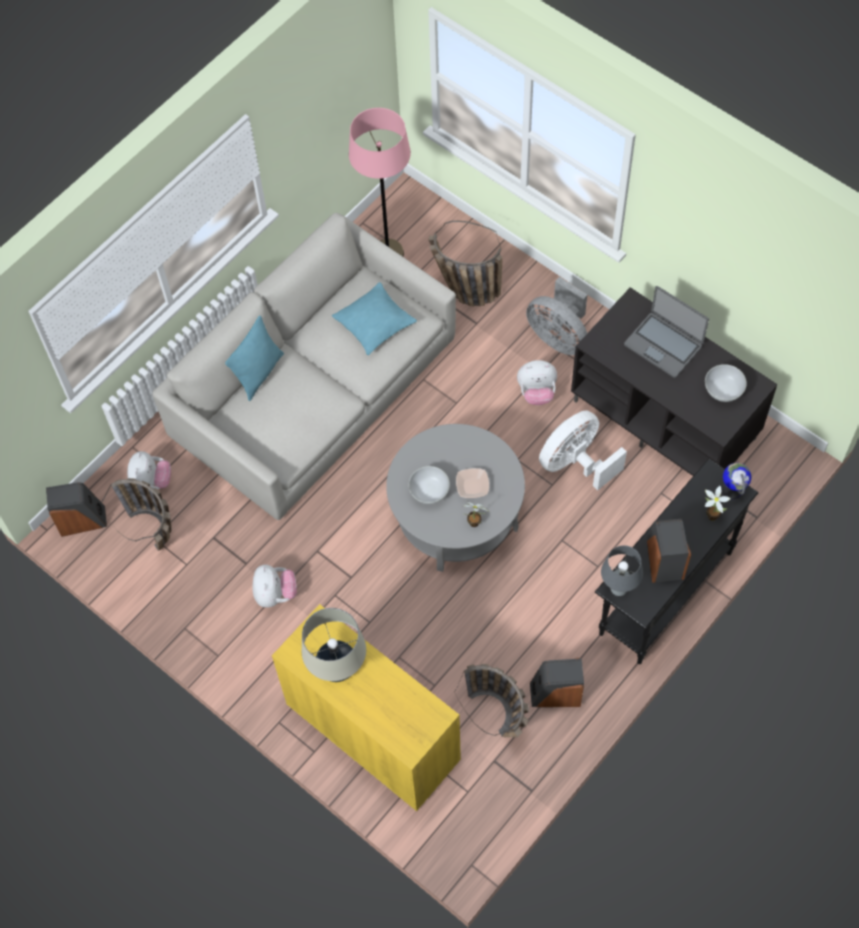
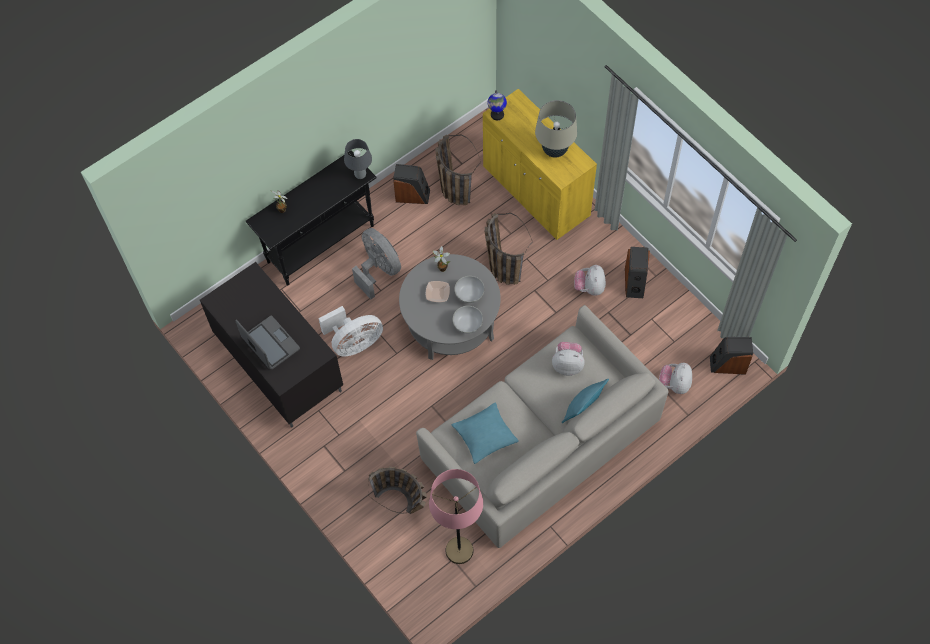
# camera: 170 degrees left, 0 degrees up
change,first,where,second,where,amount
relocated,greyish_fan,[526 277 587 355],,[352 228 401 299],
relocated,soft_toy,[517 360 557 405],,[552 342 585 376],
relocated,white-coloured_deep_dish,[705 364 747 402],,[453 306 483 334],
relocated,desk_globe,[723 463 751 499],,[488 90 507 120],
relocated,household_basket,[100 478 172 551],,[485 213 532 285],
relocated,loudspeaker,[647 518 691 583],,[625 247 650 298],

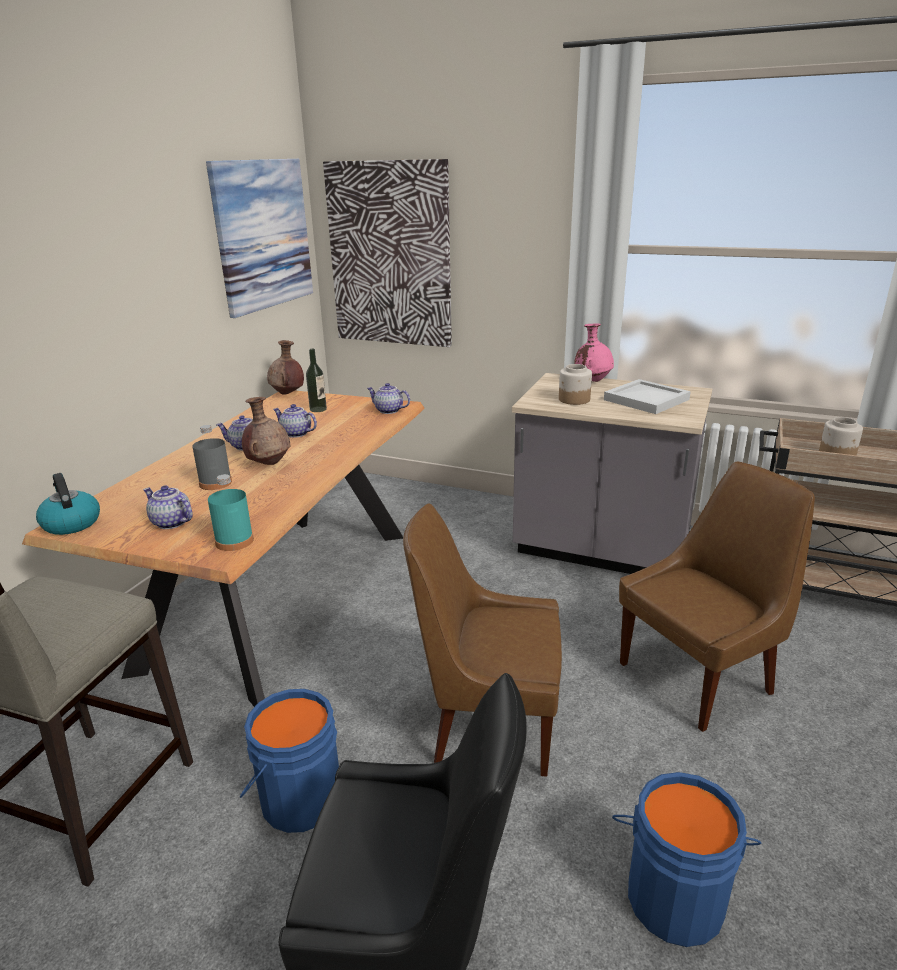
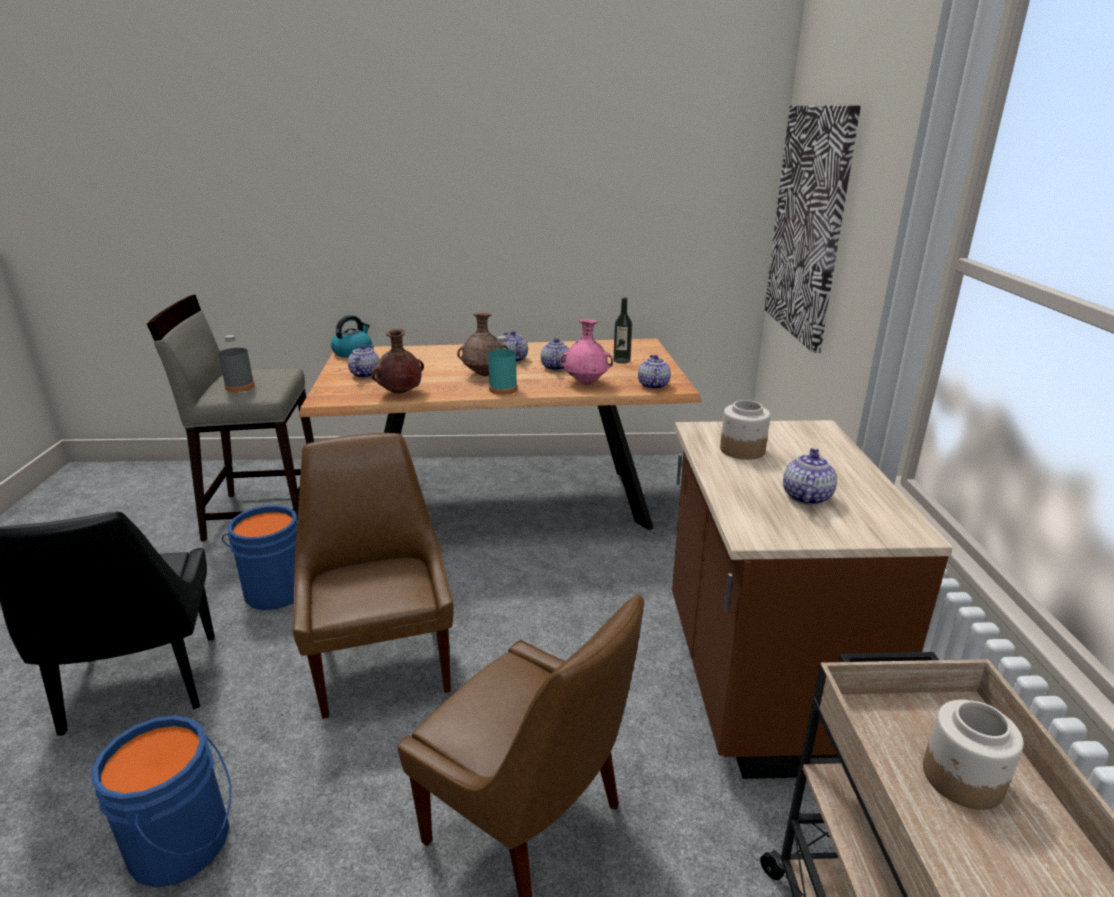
# camera: 65 degrees right, 0 degrees up
change,first,where,second,where,amount
missing,wall_art,[206 159 313 318],,,
relocated,pink_flower_vase,[574 324 614 382],,[560 319 613 385],
relocated,brown-coloured_flower_vase,[267 340 304 395],,[372 329 424 394],
colour,greyish_counter,[512 373 712 574],brown-coloured_counter,[672 420 953 779],
exchanged,white-coloured_tray,[604 379 691 414],pot_for_tea,[783 448 837 505],
relocated,greyish_bottle,[192 425 232 490],,[218 335 255 392],
relocated,blue-green_bottle,[208 474 254 551],,[488 336 517 395],

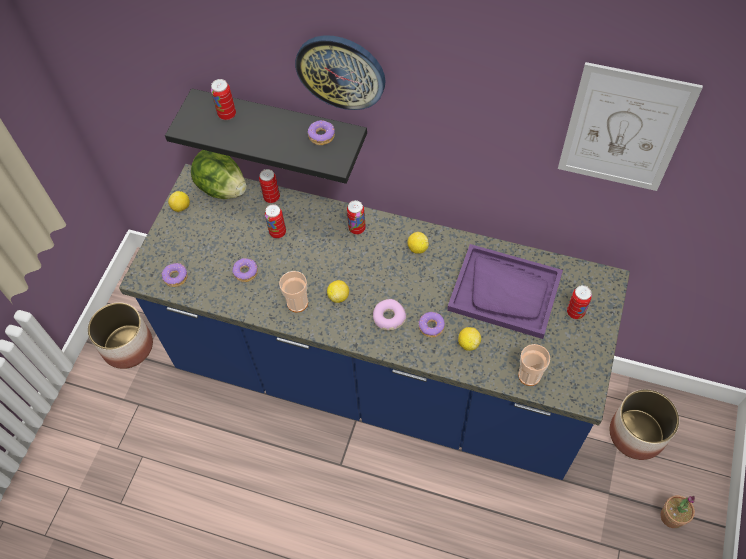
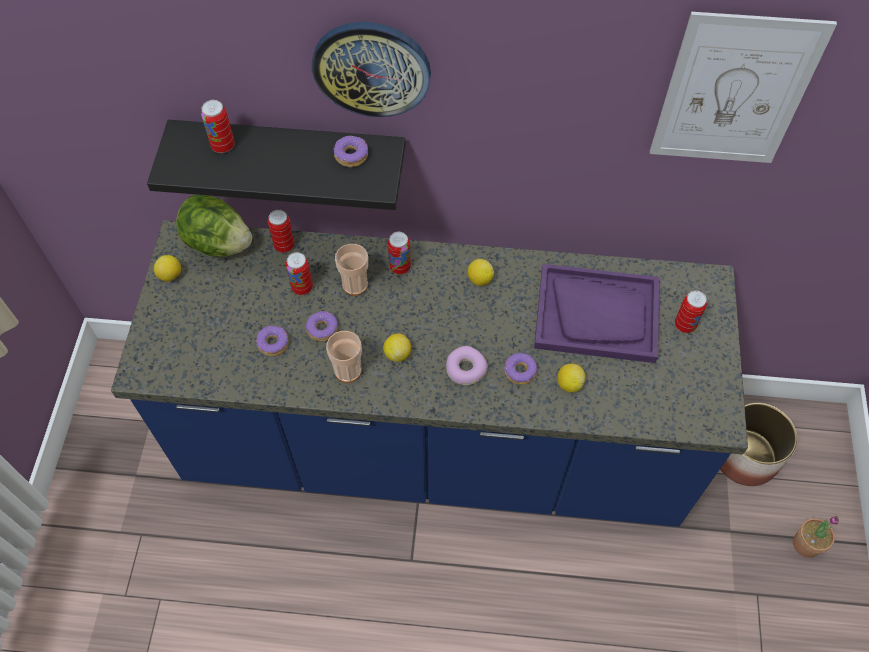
# camera: 15 degrees left, 0 degrees up
change,first,where,second,where,amount
relocated,donut,[162 263 188 287],,[305 311 338 341],
missing,flower_pot,[88 302 153 369],,,
relocated,small_cup,[518 344 550 386],,[335 244 368 295],

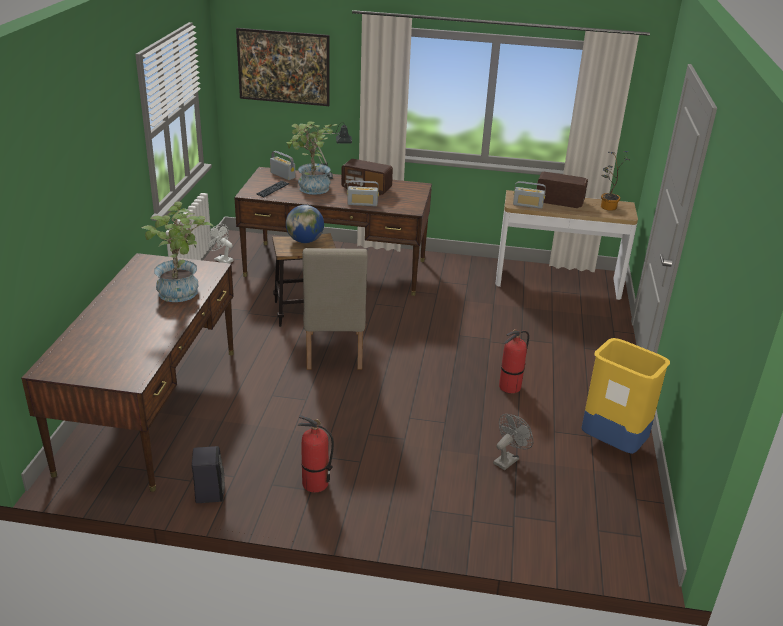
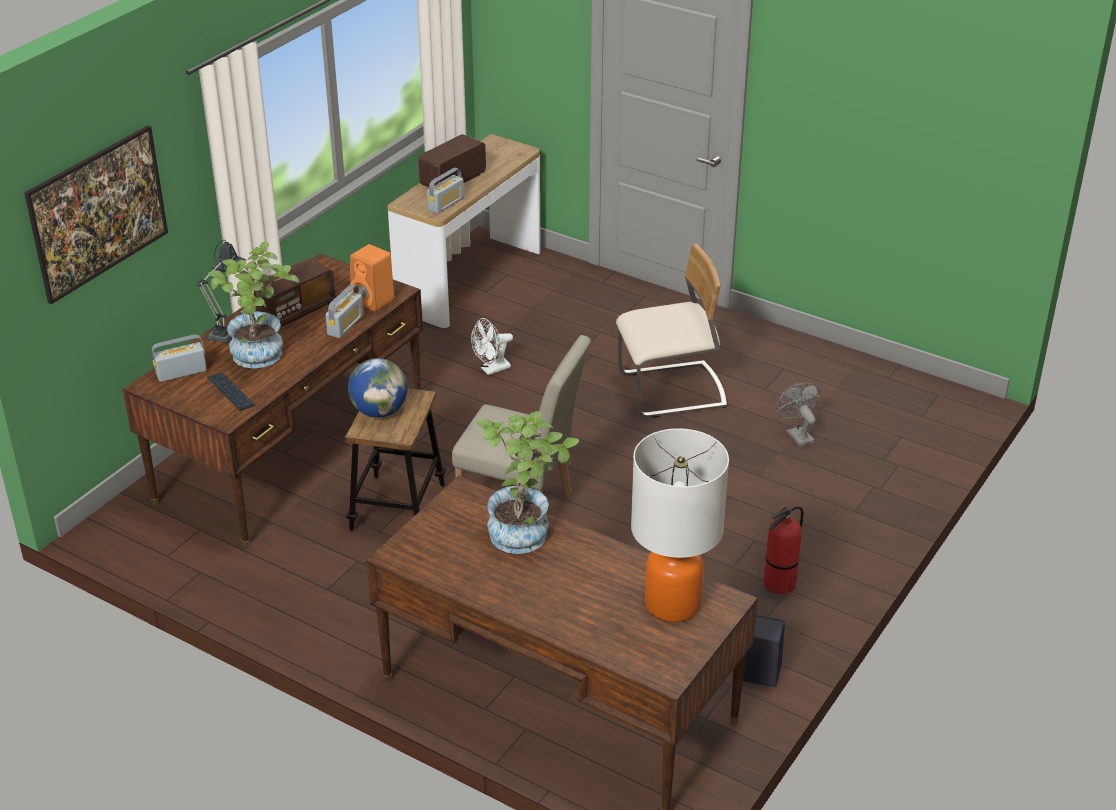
# camera: 65 degrees left, 5 degrees up
change,first,where,second,where,amount
missing,potted_plant,[601 151 631 211],,,
relocated,white-coloured_fan,[207 224 233 263],,[471 318 513 375],
exchanged,fire-fighting_cylinder,[499 329 529 394],sand-coloured_upright_chair,[616 244 727 418],
missing,yellow_rubbish_bin,[582 338 670 454],,,
appeared,,,orange_loudspeaker,[350 244 395 312],
appeared,,,tabletop_lamp,[631 428 729 622],

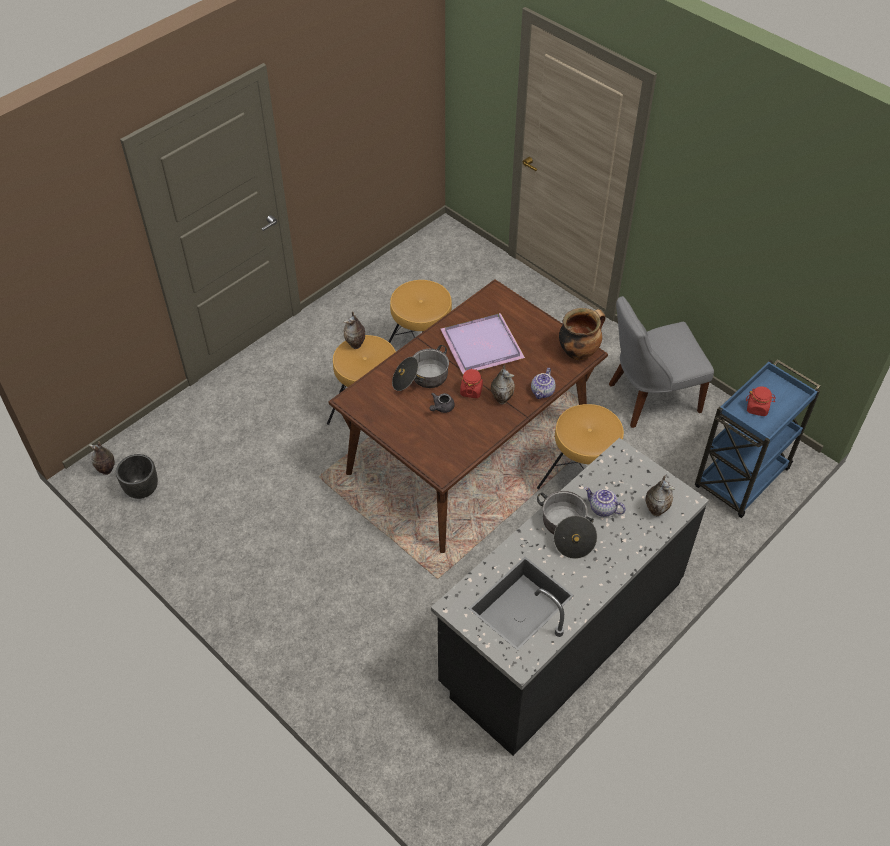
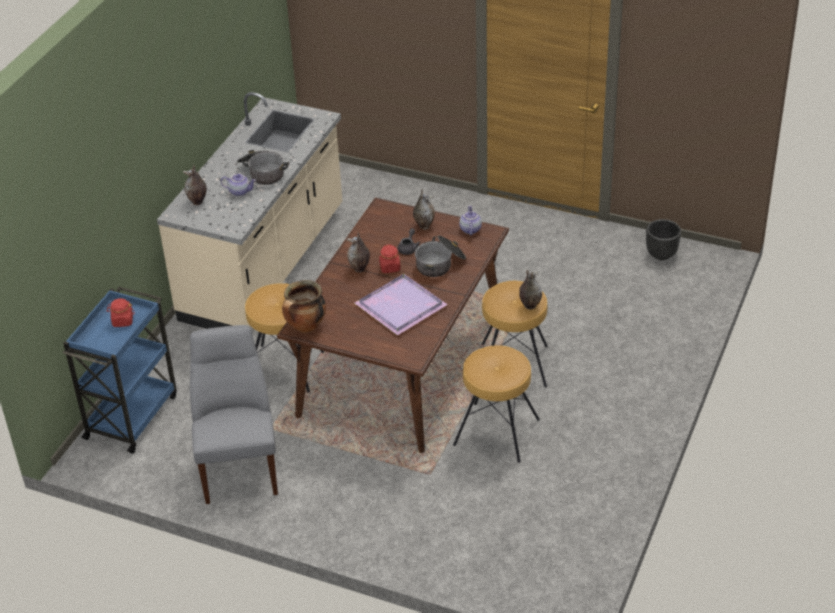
# camera: 160 degrees right, 10 degrees down
change,first,where,second,where,amount
spun,greyish_upright_chair,[609 296 714 428],,[190 325 278 504],60 degrees counterclockwise
relocated,pot_for_tea,[531 368 556 399],,[459 205 482 235],
colour,black_counter,[431 438 709 756],sand-coloured_counter,[157 92 342 329],
relocated,flower_vase,[89 441 115 475],,[413 189 435 229],

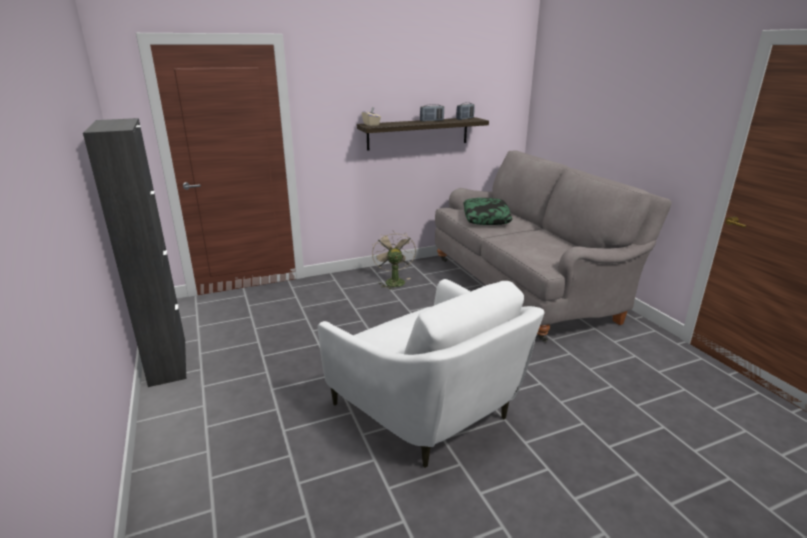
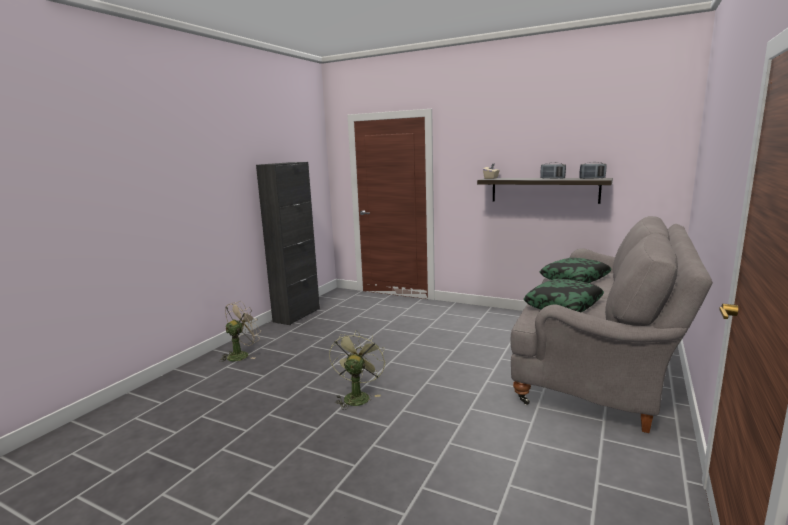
# camera: 50 degrees right, 10 degrees down
change,first,where,second,where,amount
relocated,sand-coloured_fan,[372 230 416 290],,[219 301 261 362],
exchanged,white-coloured_easy_chair,[318 279 545 468],greenish_fan,[329 330 386 410],
appeared,,,pillow,[524 279 604 312],

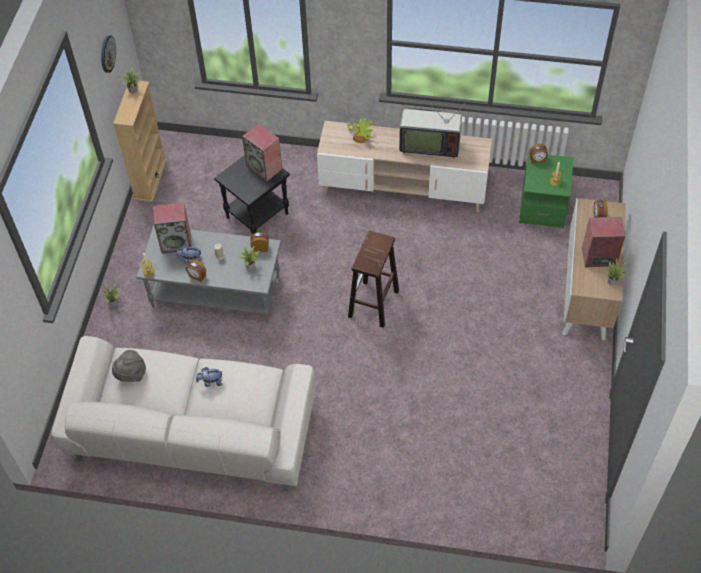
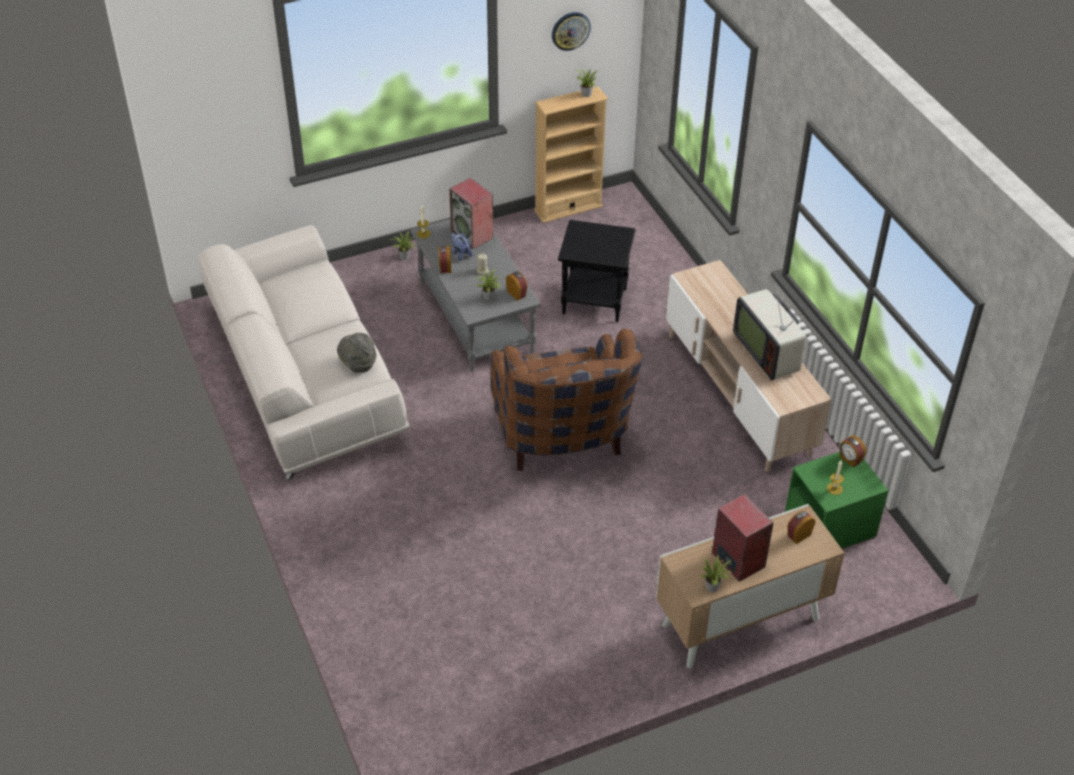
# camera: 55 degrees right, 10 degrees down
change,first,where,second,where,amount
missing,potted_plant,[347 118 374 143],,,
missing,loudspeaker,[242 124 282 182],,,
exchanged,brown-coloured_stool,[348 230 399 328],brown-coloured_easy_chair,[491 329 642 471],
relocated,greyish_hat,[112 350 146 382],,[337 333 376 372],
missing,soft_toy,[196 367 223 387],,,

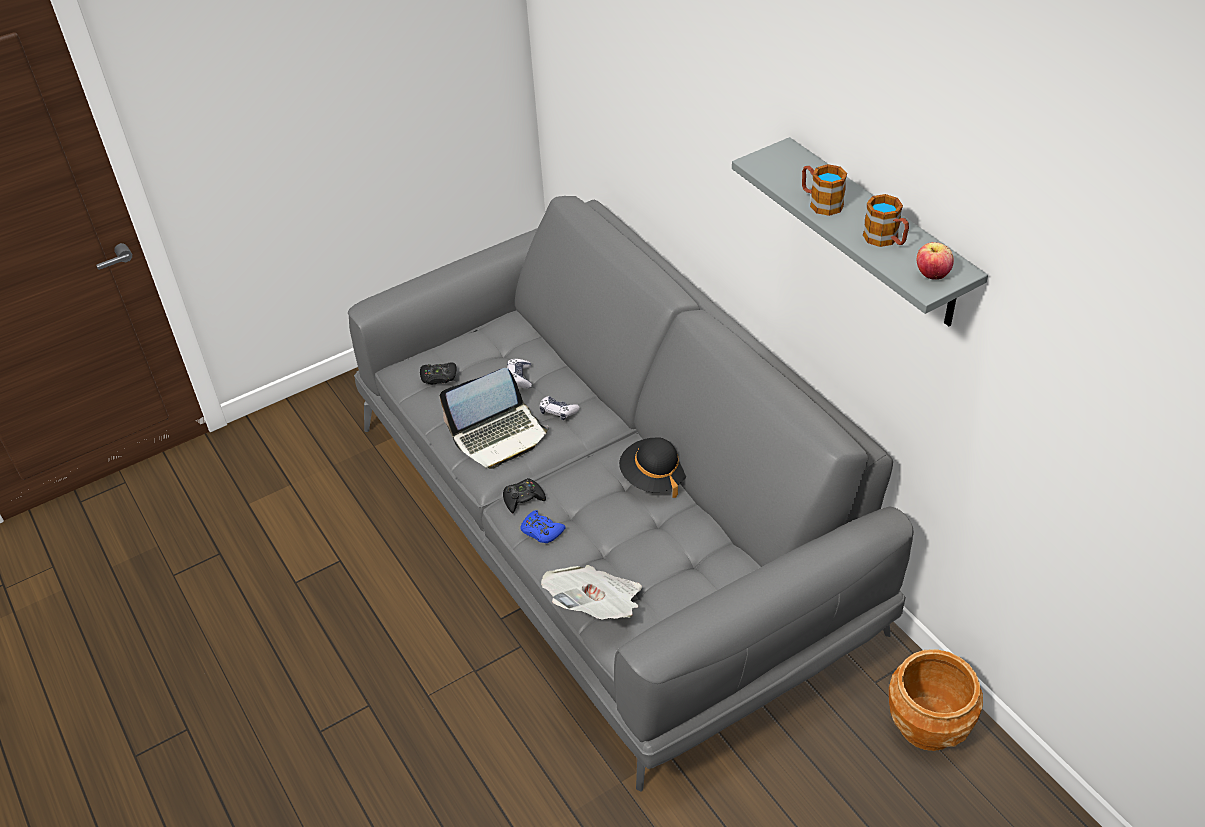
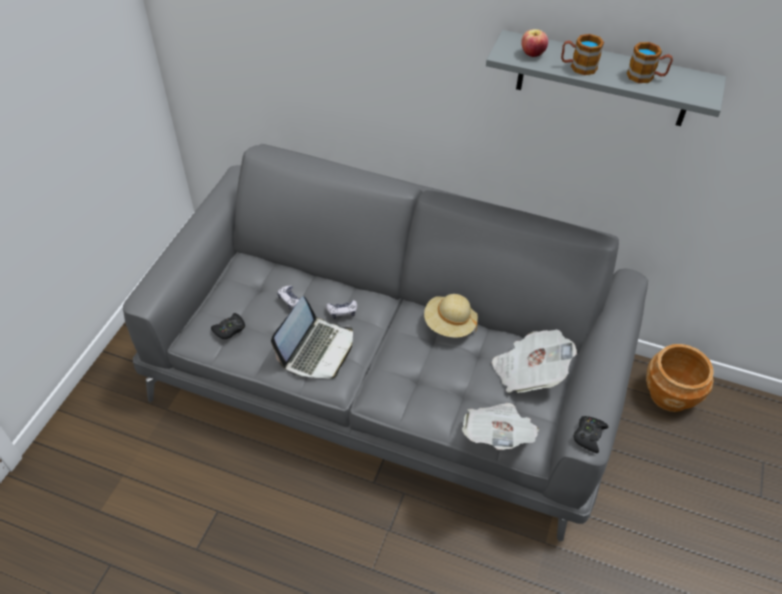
# camera: 40 degrees left, 5 degrees up
change,first,where,second,where,amount
relocated,whole_apple,[917 242 954 280],,[521 29 548 57],
colour,black_hat,[619 437 686 498],sand-coloured_hat,[424 294 478 338],
relocated,black_gamepad,[503 478 546 513],,[574 416 609 453],
missing,blue-coloured_gamepad,[520 510 566 543],,,
appeared,,,newspaper,[492 330 577 393],

